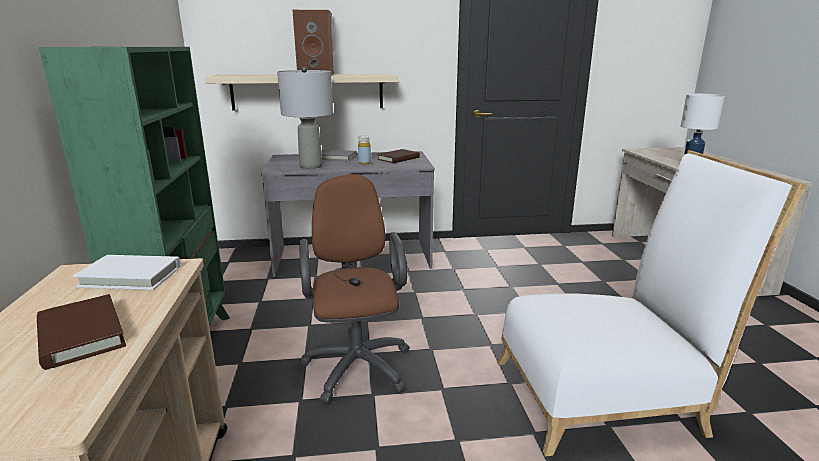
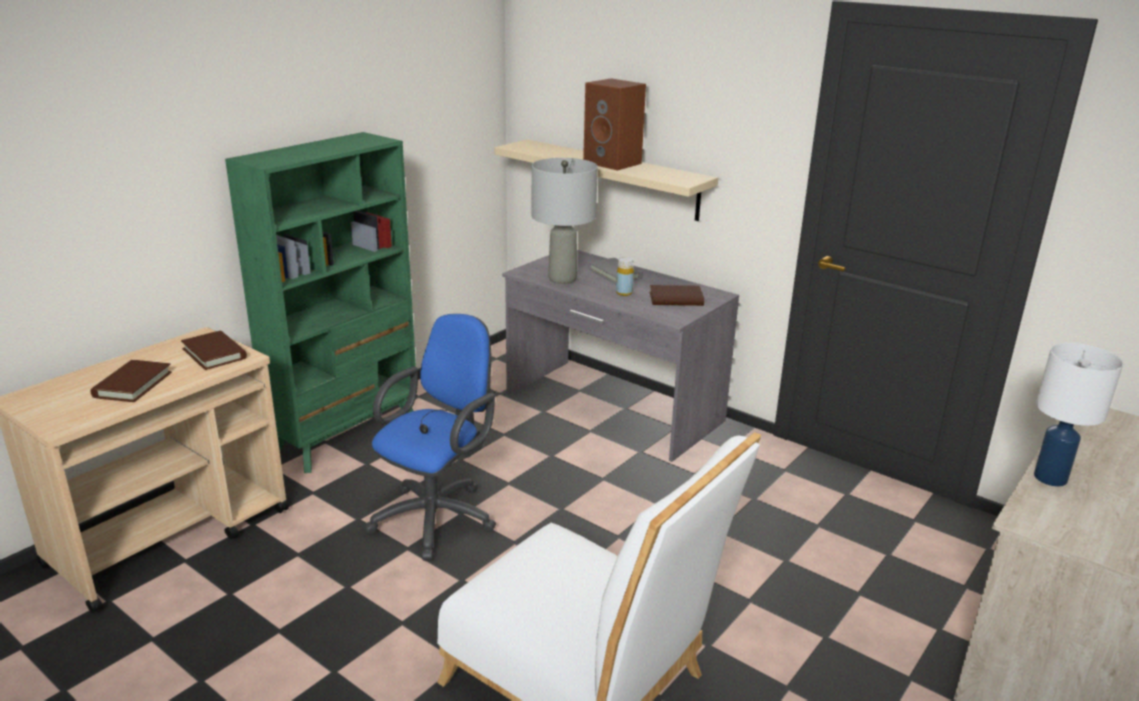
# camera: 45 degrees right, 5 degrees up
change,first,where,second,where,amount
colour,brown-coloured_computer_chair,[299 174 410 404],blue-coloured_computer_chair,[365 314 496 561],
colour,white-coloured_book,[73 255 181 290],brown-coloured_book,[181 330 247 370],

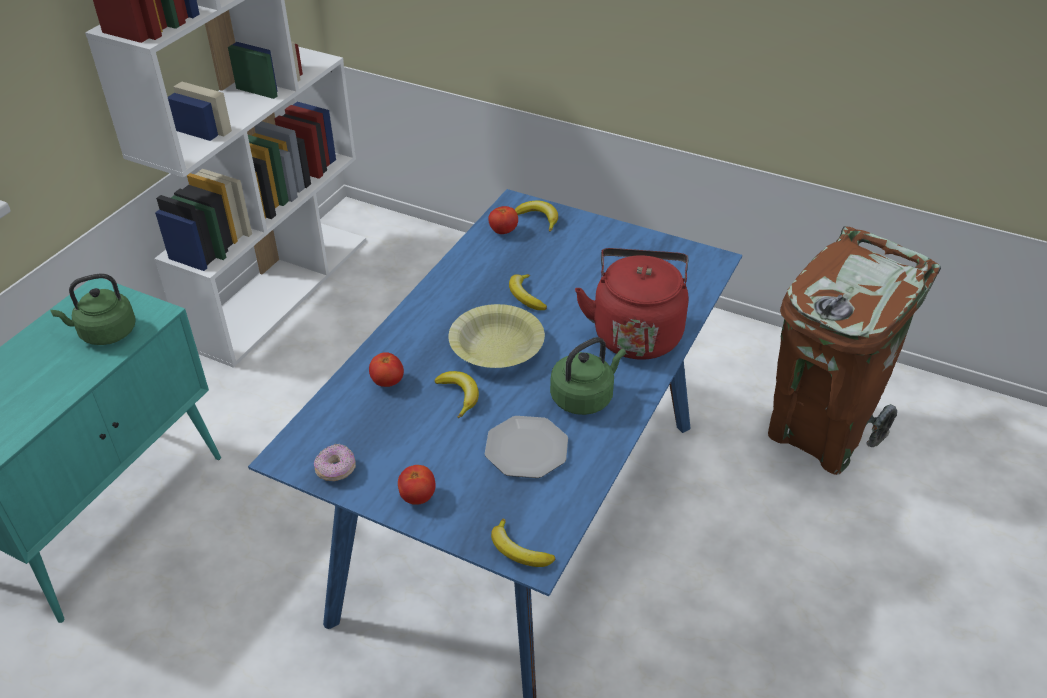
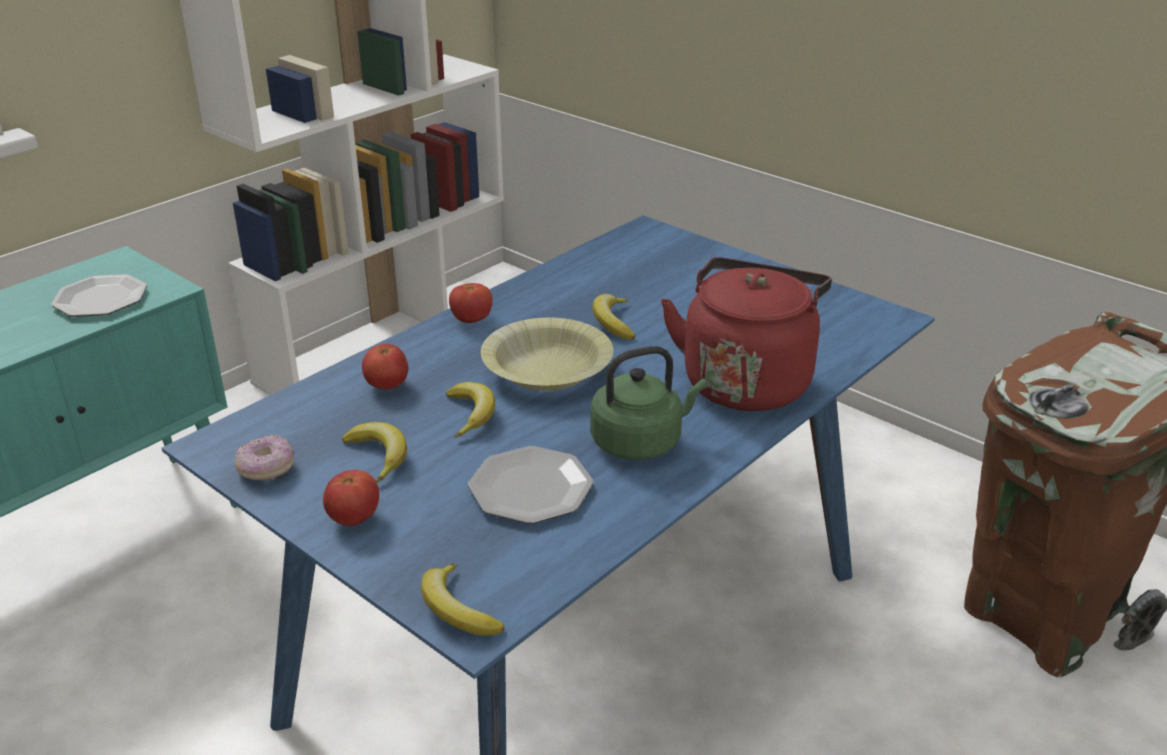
# camera: 15 degrees right, 10 degrees down
change,first,where,second,where,amount
relocated,banana,[515 201 558 232],,[342 422 407 482],
relocated,fresh_tomato,[488 206 518 234],,[449 283 493 323],
exchanged,greenish_kettle,[50 274 136 345],dinner_plate,[51 274 147 317],

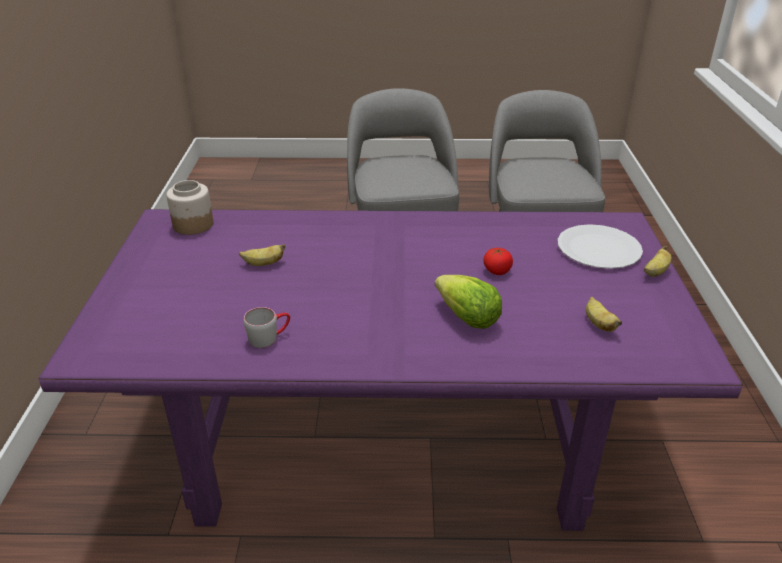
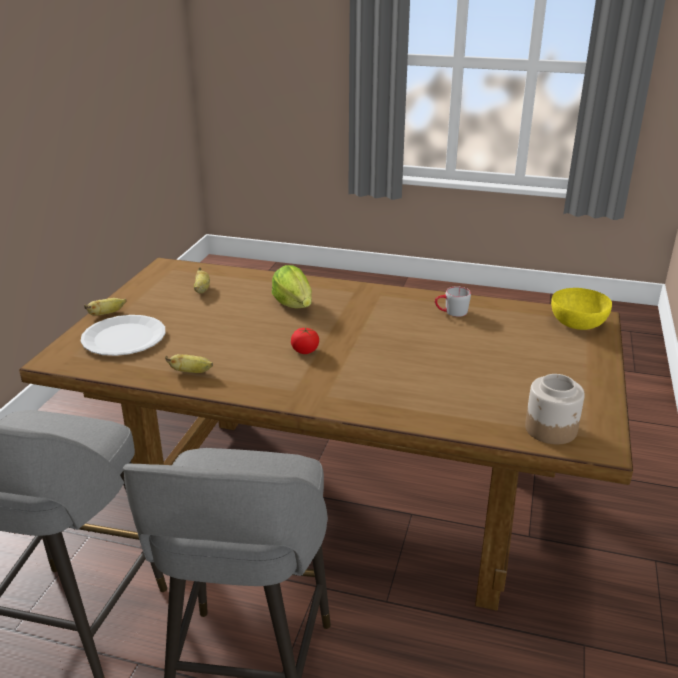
# camera: 165 degrees left, 5 degrees down
change,first,where,second,where,amount
colour,purple_dining_table,[38 209 743 531],brown-coloured_dining_table,[19 258 633 611],
relocated,banana,[239 244 286 266],,[165 354 213 373],
relocated,fresh_tomato,[483 247 513 275],,[291 328 319 354],
appeared,,,yellow_deep_dish,[551 288 612 330],

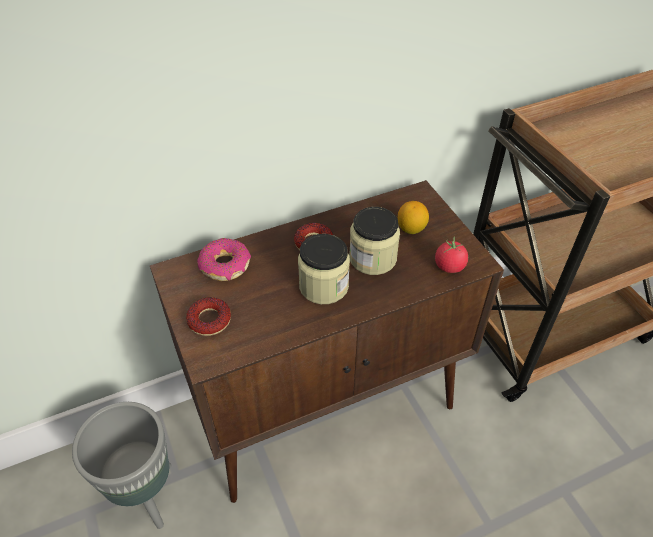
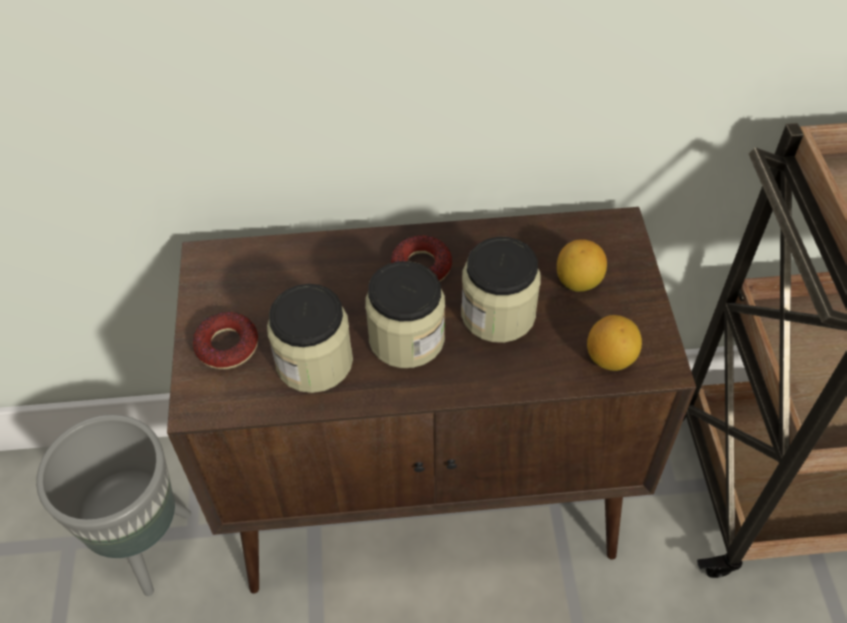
# camera: 20 degrees right, 5 degrees up
change,first,where,second,where,amount
exchanged,fresh_tomato,[435 237 468 273],citrus_fruit,[587 315 642 371],
missing,donut,[197 238 251 281],,,
appeared,,,preserve_jar,[267 284 353 393],

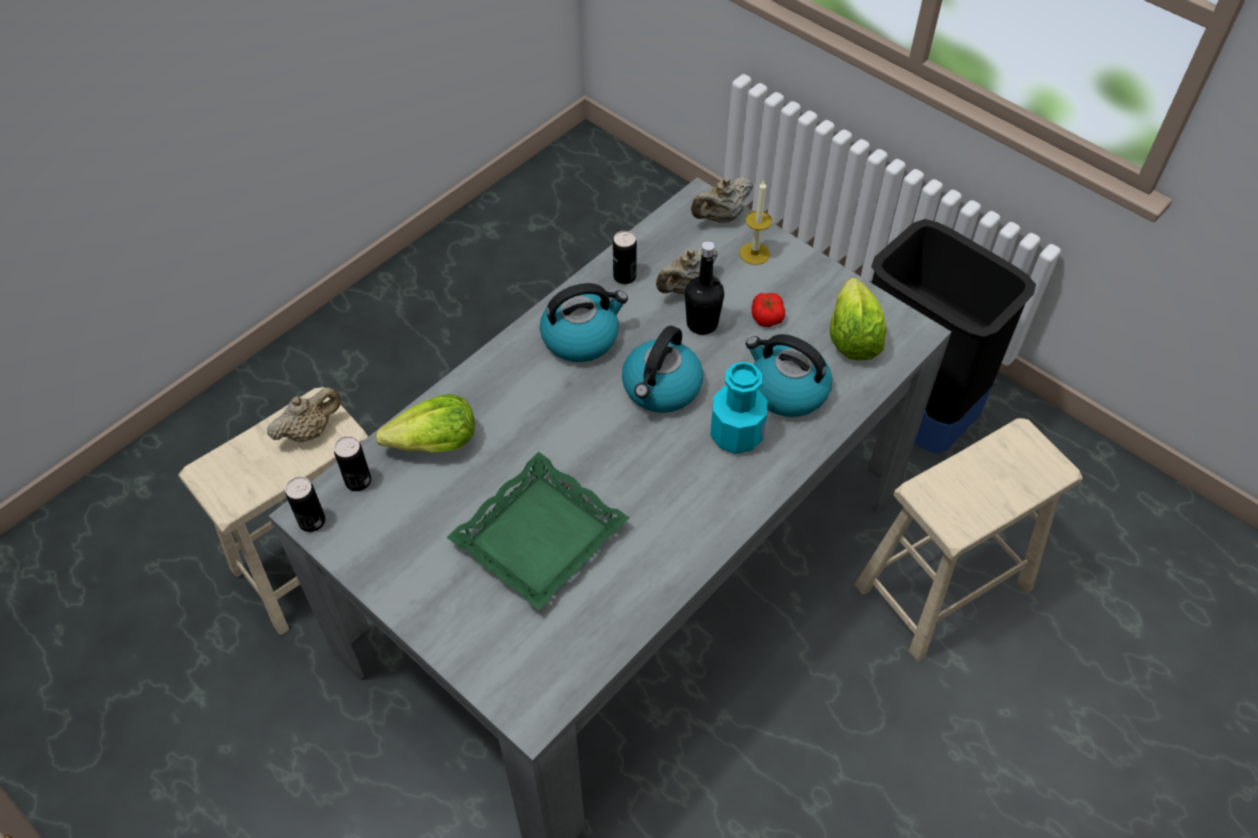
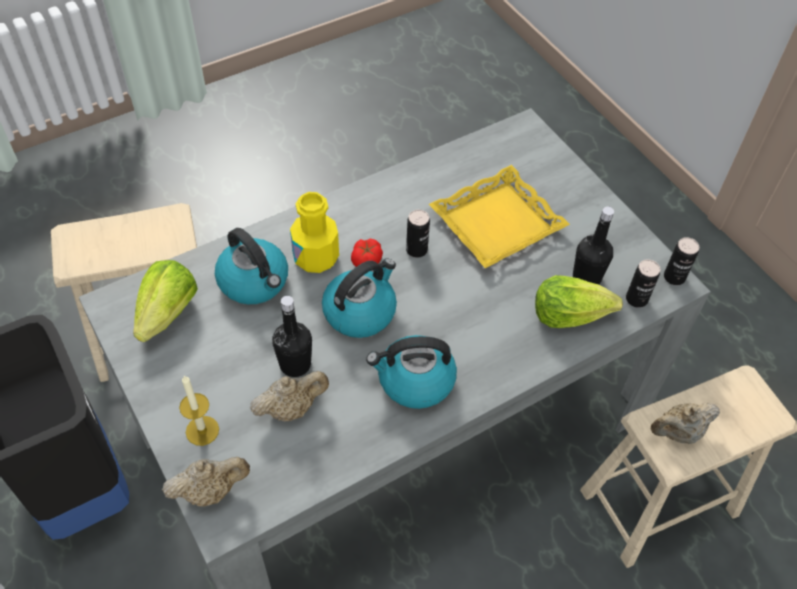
# camera: 165 degrees left, 0 degrees up
change,first,where,second,where,amount
relocated,metal_can,[613 231 637 284],,[406 210 430 258],
relocated,fresh_tomato,[752 293 785 327],,[351 238 383 267],
colour,blue-green_bottle,[710 362 767 454],yellow_bottle,[290 192 339 273],
colour,greenish_tray,[446 452 630 610],yellow_tray,[429 165 570 268],
appeared,,,black_bottle,[573 206 614 285],

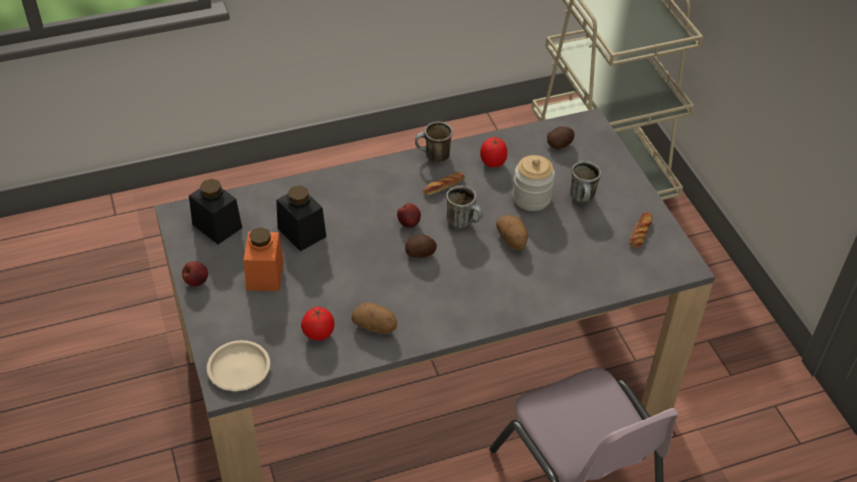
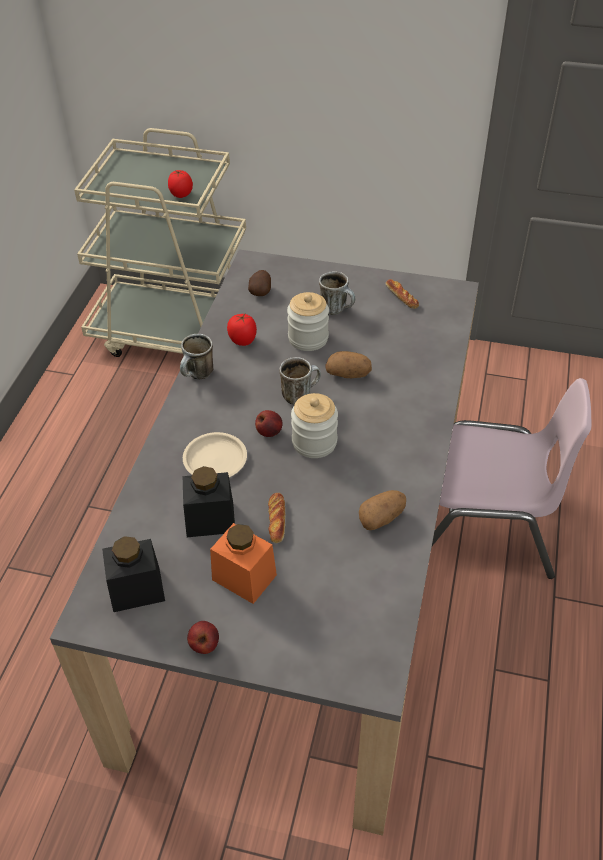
# camera: 55 degrees left, 0 degrees up
change,first,where,second,where,amount
relocated,baked_bread,[423 172 465 195],,[268 493 286 543],
exchanged,potato,[405 234 437 258],preserve_jar,[291 393 338 458],
relocated,fresh_tomato,[301 307 334 340],,[168 170 193 198],
relocated,sand-coloured_dinner_plate,[207 340 270 391],,[183 432 247 477],

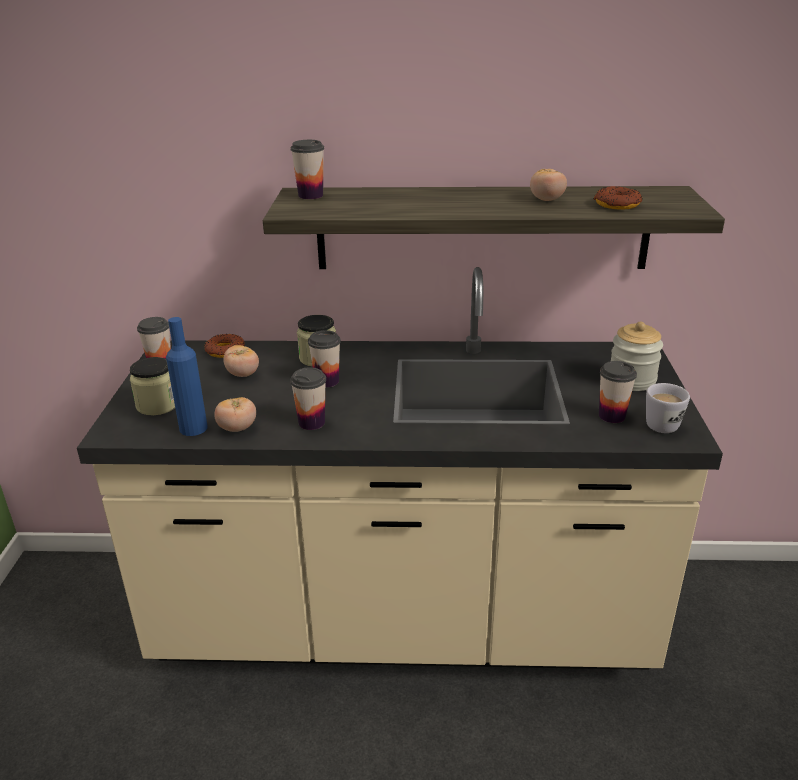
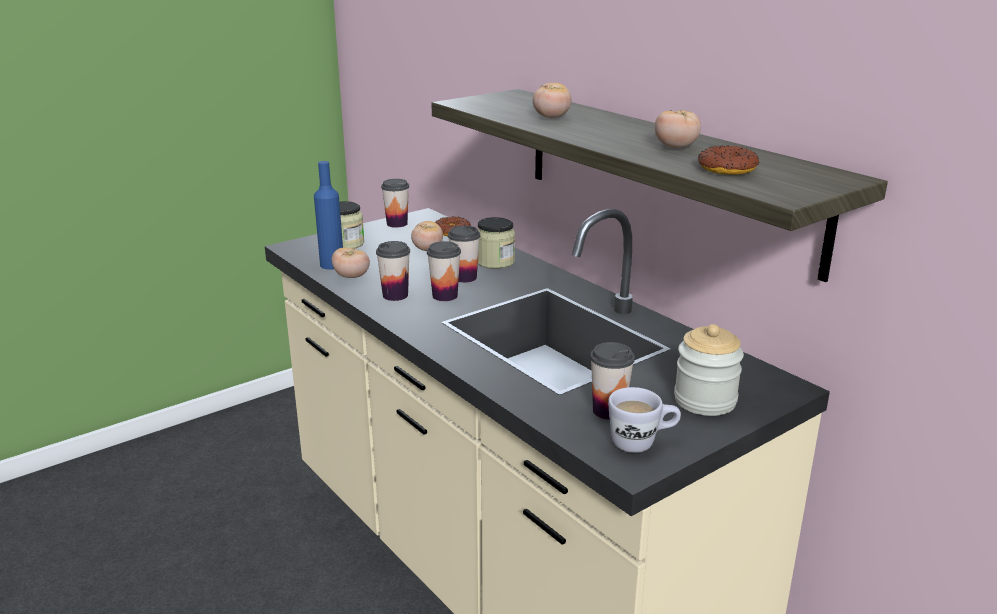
# camera: 50 degrees right, 5 degrees down
change,first,where,second,where,amount
relocated,small_cup,[291 140 324 199],,[427 241 461 301],
appeared,,,fresh_tomato,[533 83 571 118],

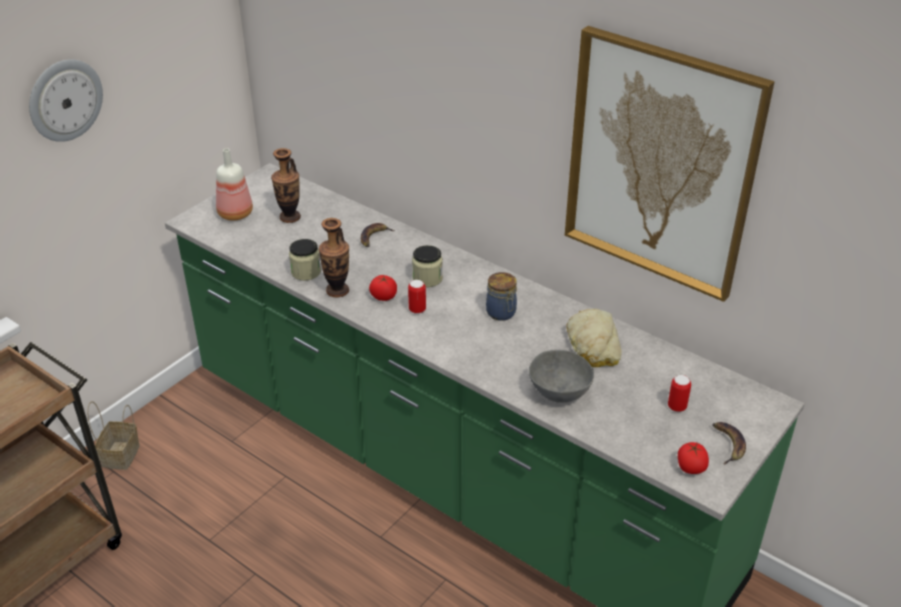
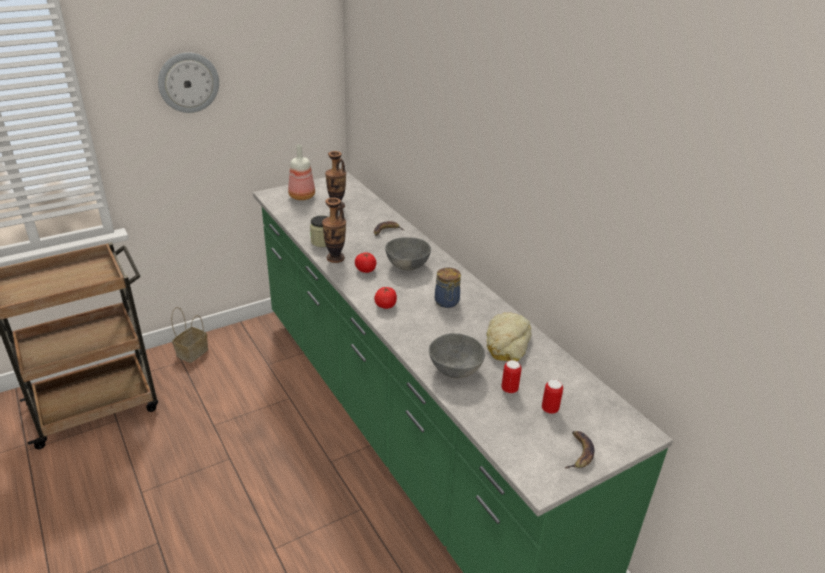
# camera: 20 degrees right, 5 degrees down
change,first,where,second,where,amount
missing,wall_art,[565 26 775 302],,,
exchanged,preserve_jar,[412 245 443 287],greyish_deep_dish,[385 237 431 270],
relocated,metal_can,[408 280 426 314],,[501 360 522 394],
relocated,fresh_tomato,[678 442 709 474],,[374 286 397 309],

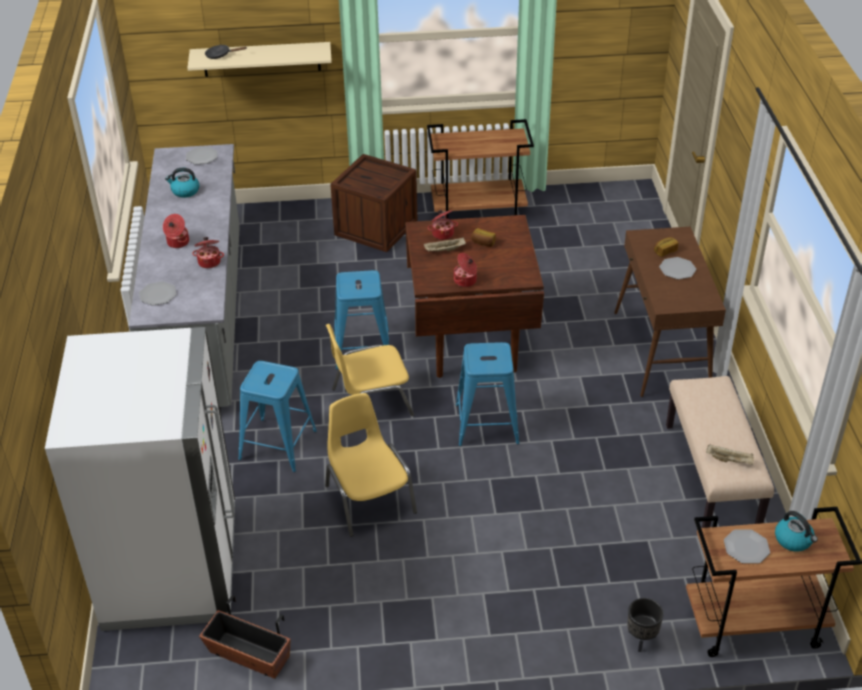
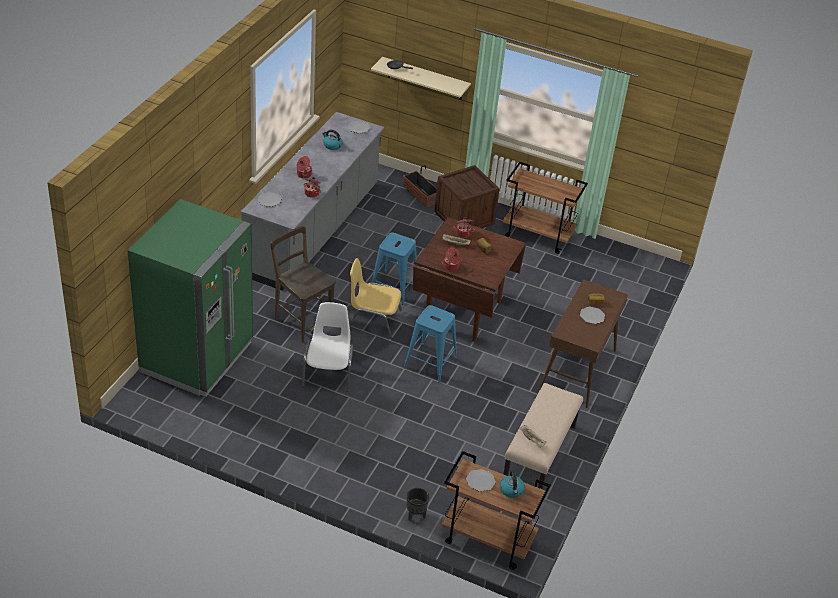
# camera: 25 degrees right, 0 degrees up
change,first,where,second,where,amount
colour,white-coloured_kitchen_fridge,[45 327 235 631],greenish_kitchen_fridge,[127 199 253 397],
exchanged,blue-coloured_stool,[238 361 317 472],brown-coloured_upright_chair,[270 226 336 343],
colour,yellow_upright_chair,[325 393 417 537],white-coloured_upright_chair,[302 302 353 392],
relocated,flower_pot,[199 595 291 679],,[403 165 437 208],

